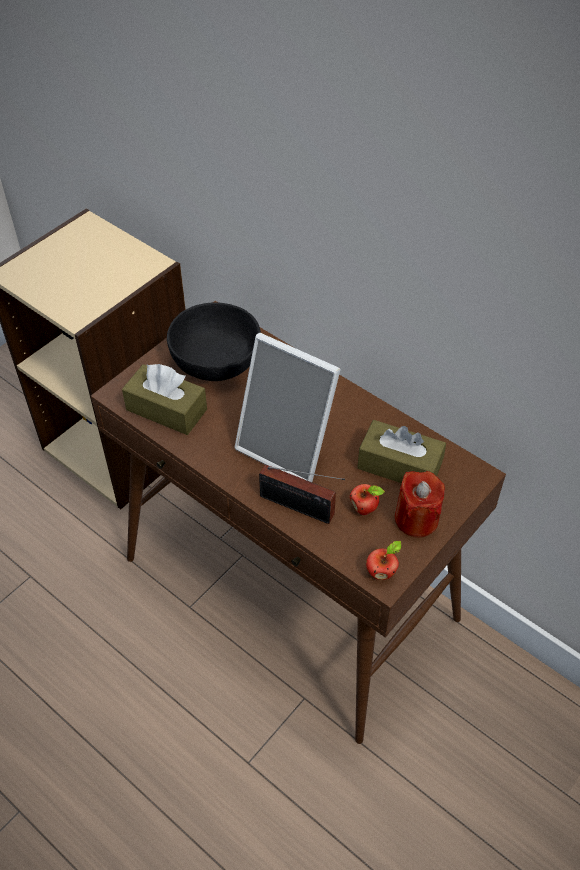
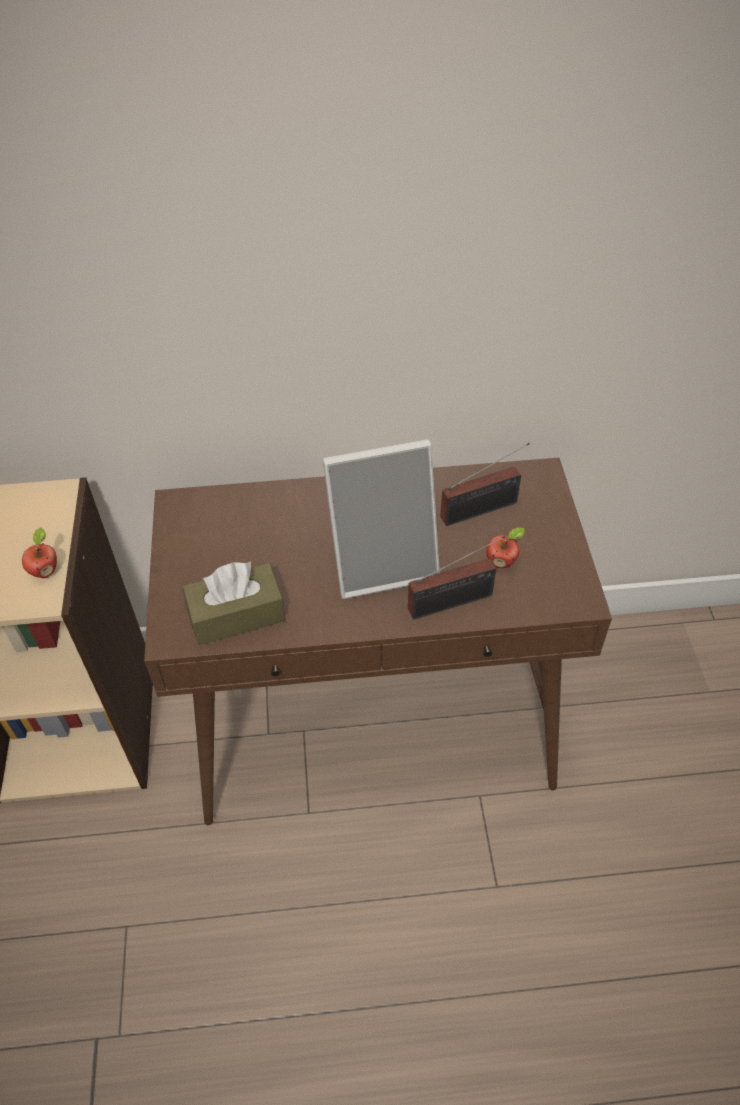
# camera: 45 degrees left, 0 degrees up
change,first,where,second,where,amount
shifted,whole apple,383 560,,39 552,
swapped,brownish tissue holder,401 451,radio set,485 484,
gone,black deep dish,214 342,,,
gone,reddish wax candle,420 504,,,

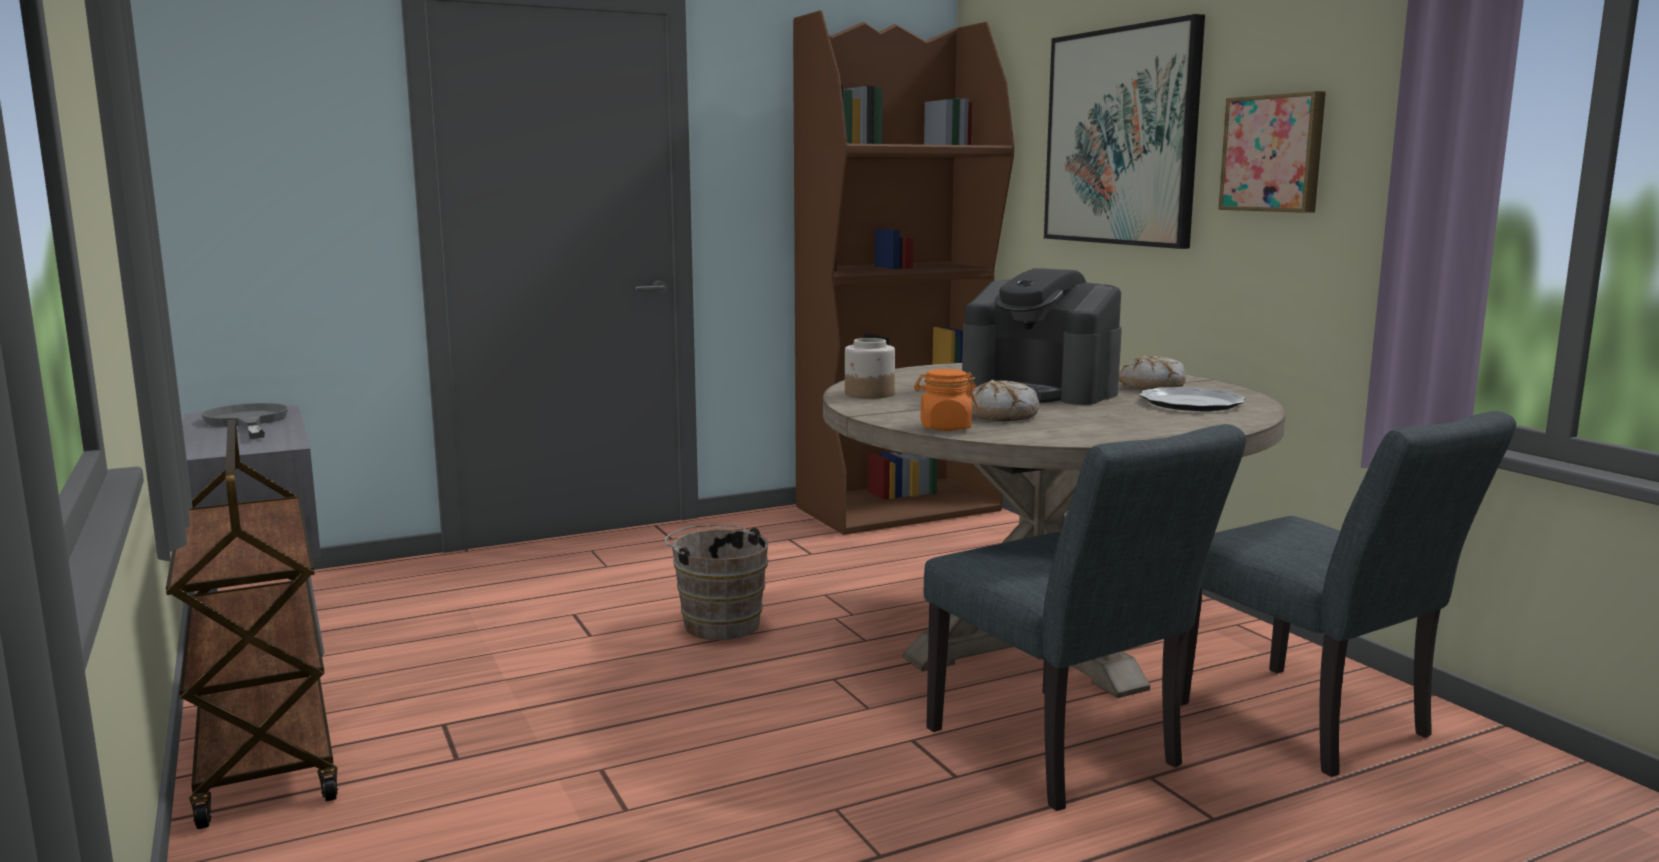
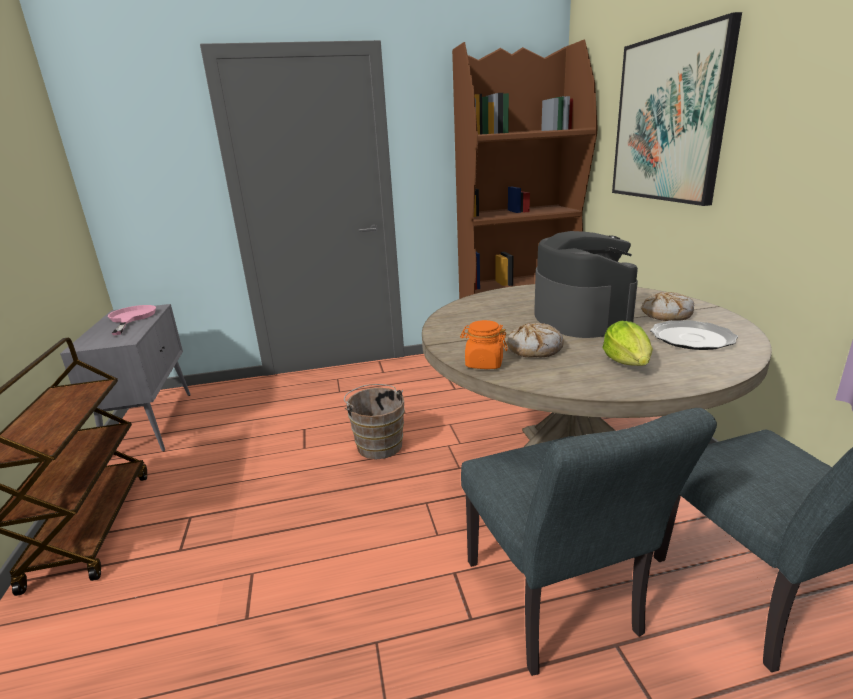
# camera: 15 degrees right, 10 degrees up
change,first,where,second,where,amount
repainted,greyish frying pan,245 421,pink frying pan,132 320,
rotated,coffee machine,1042 336,,586 284,150 degrees counterclockwise
new,,,head of lettuce,627 343,
gone,preserve jar,870 368,,,
gone,picture,1272 152,,,

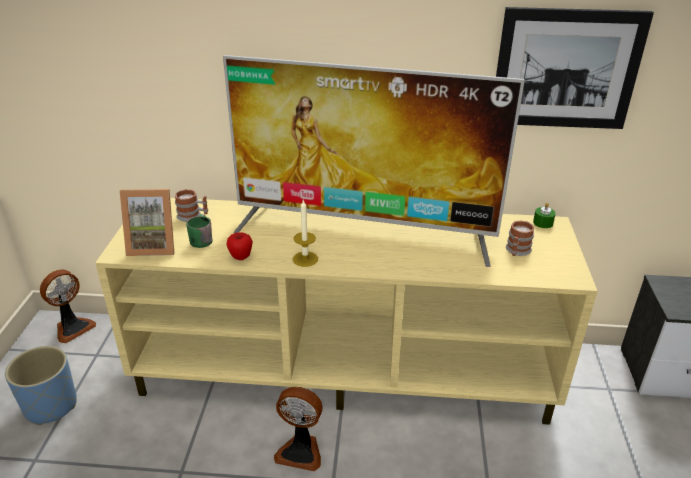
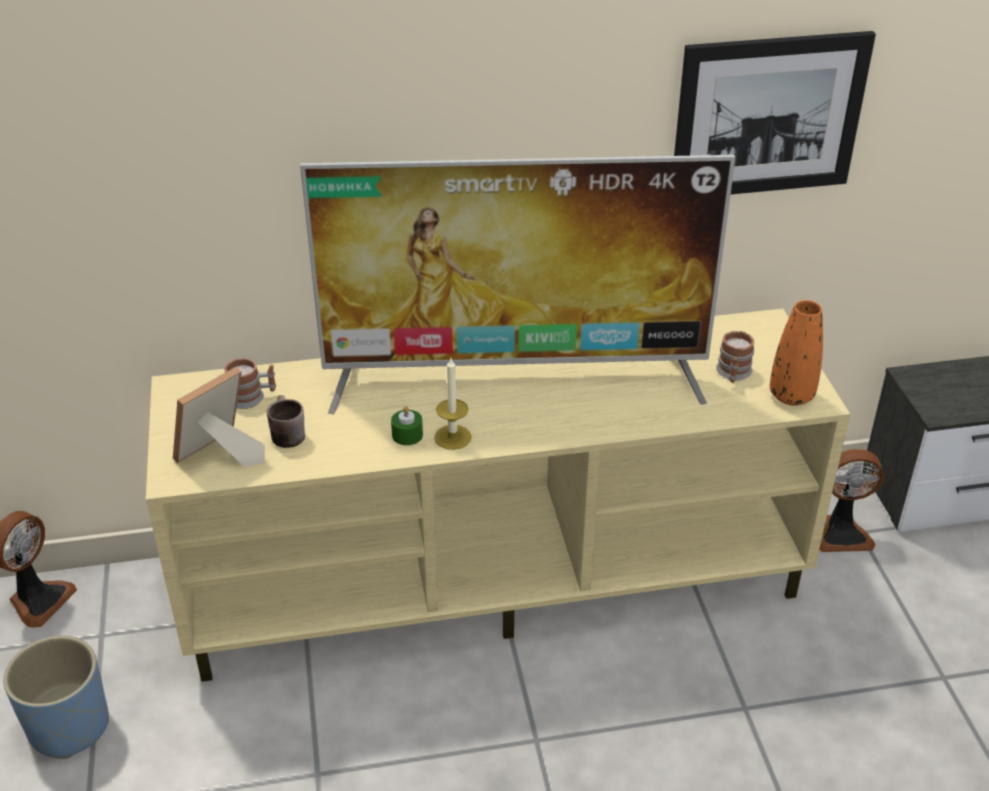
# camera: 15 degrees left, 5 degrees up
change,first,where,second,where,amount
rotated,photo frame,147 222,,219 416,150 degrees clockwise
repainted,green tea mug,199 231,brownish tea mug,286 421,
shifted,green wax candle,544 215,,407 425,
new,,,orange-coloured flower vase,796 353,
shifted,fan,298 429,,851 500,
gone,whole apple,239 246,,,

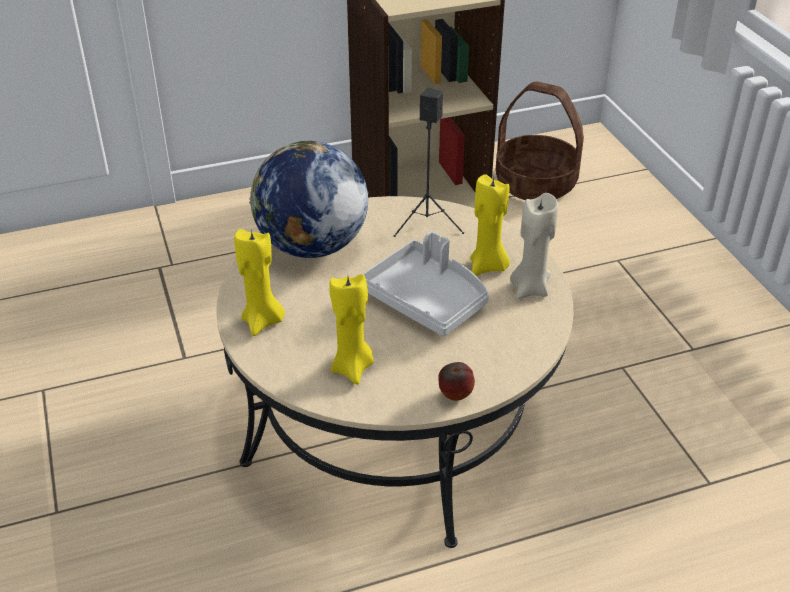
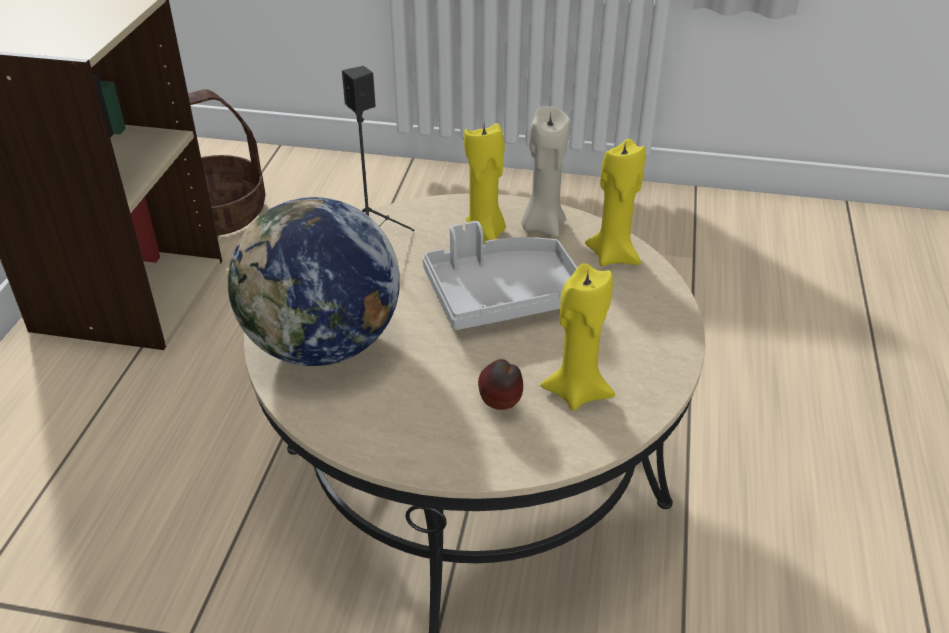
# camera: 60 degrees left, 0 degrees up
change,first,where,second,where,amount
shifted,whole apple,456 381,,500 384,
shifted,yellow-coloured wax candle,259 282,,615 202,

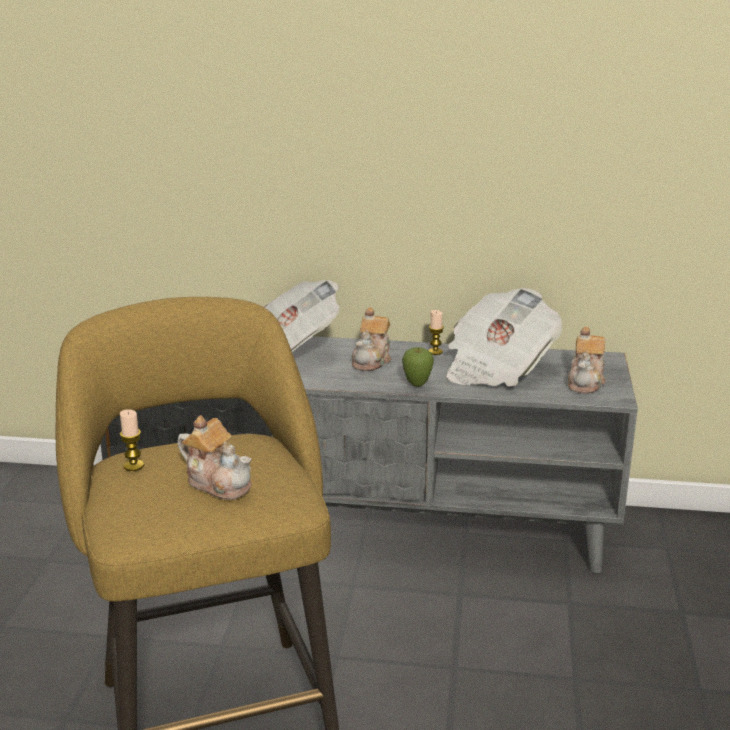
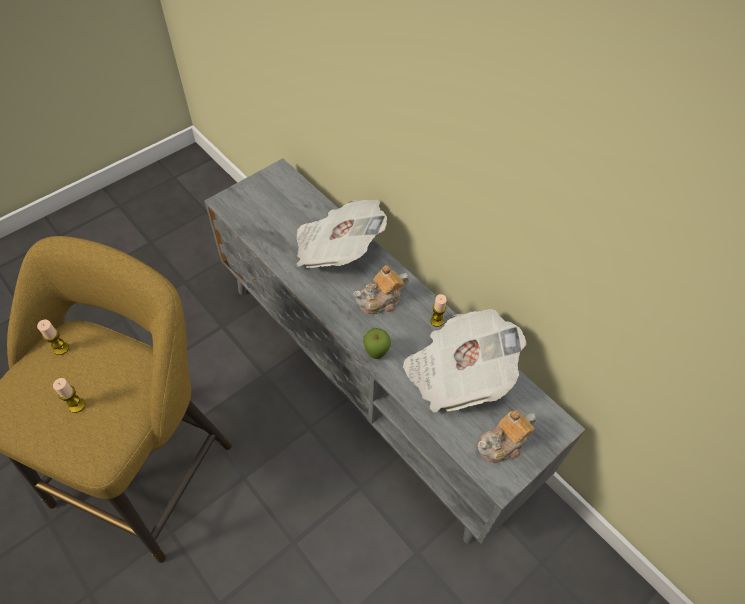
# camera: 40 degrees right, 30 degrees up
change,first,where,second,where,amount
swapped,pot for tea,214 457,wax candle,69 395,

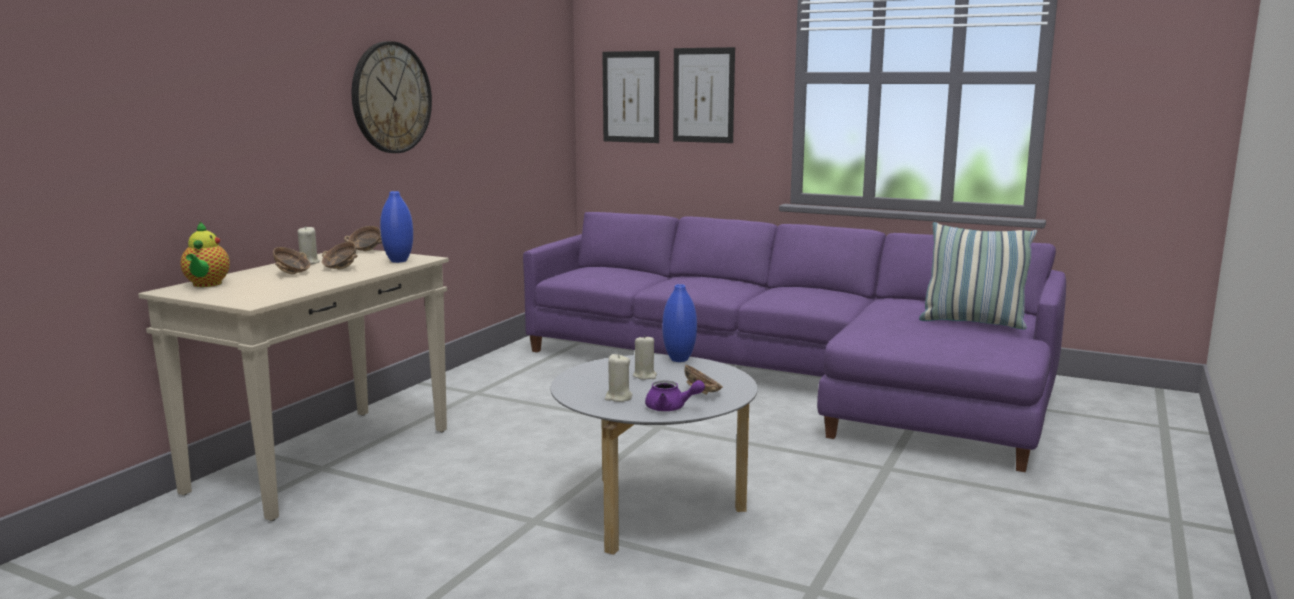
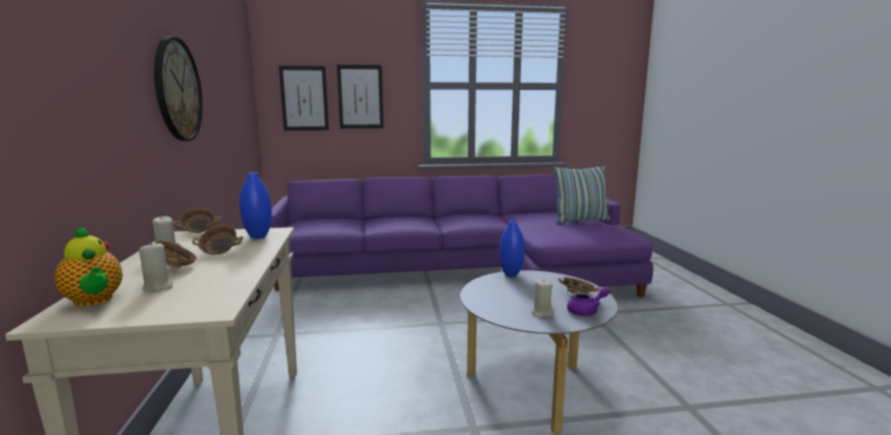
# camera: 35 degrees left, 0 degrees up
change,first,where,second,where,amount
shifted,beige wax candle,645 357,,156 267,

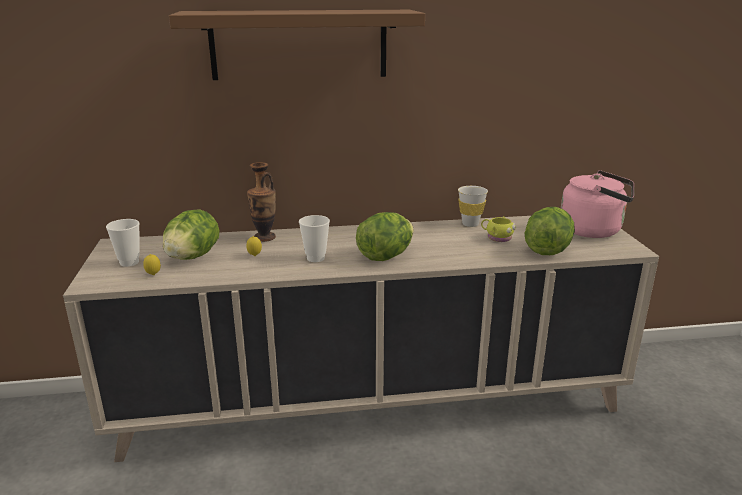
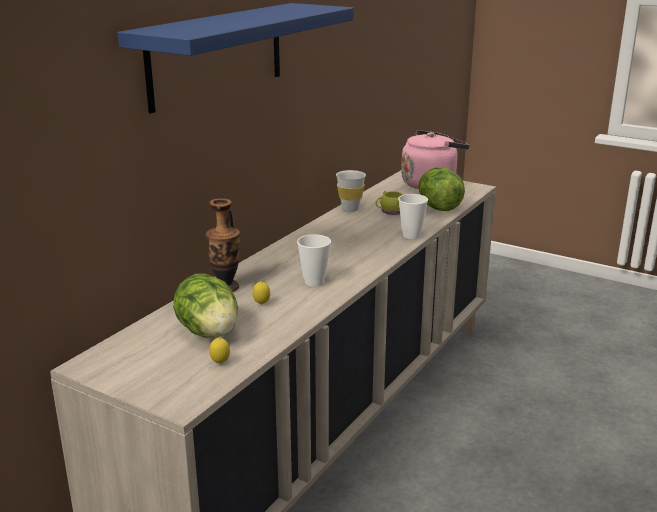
# camera: 50 degrees left, 0 degrees up
change,first,where,second,where,amount
repainted,brownish bracket shelf,297 45,bluish bracket shelf,235 58,
shifted,cup,123 243,,413 216,
gone,head of lettuce,385 236,,,

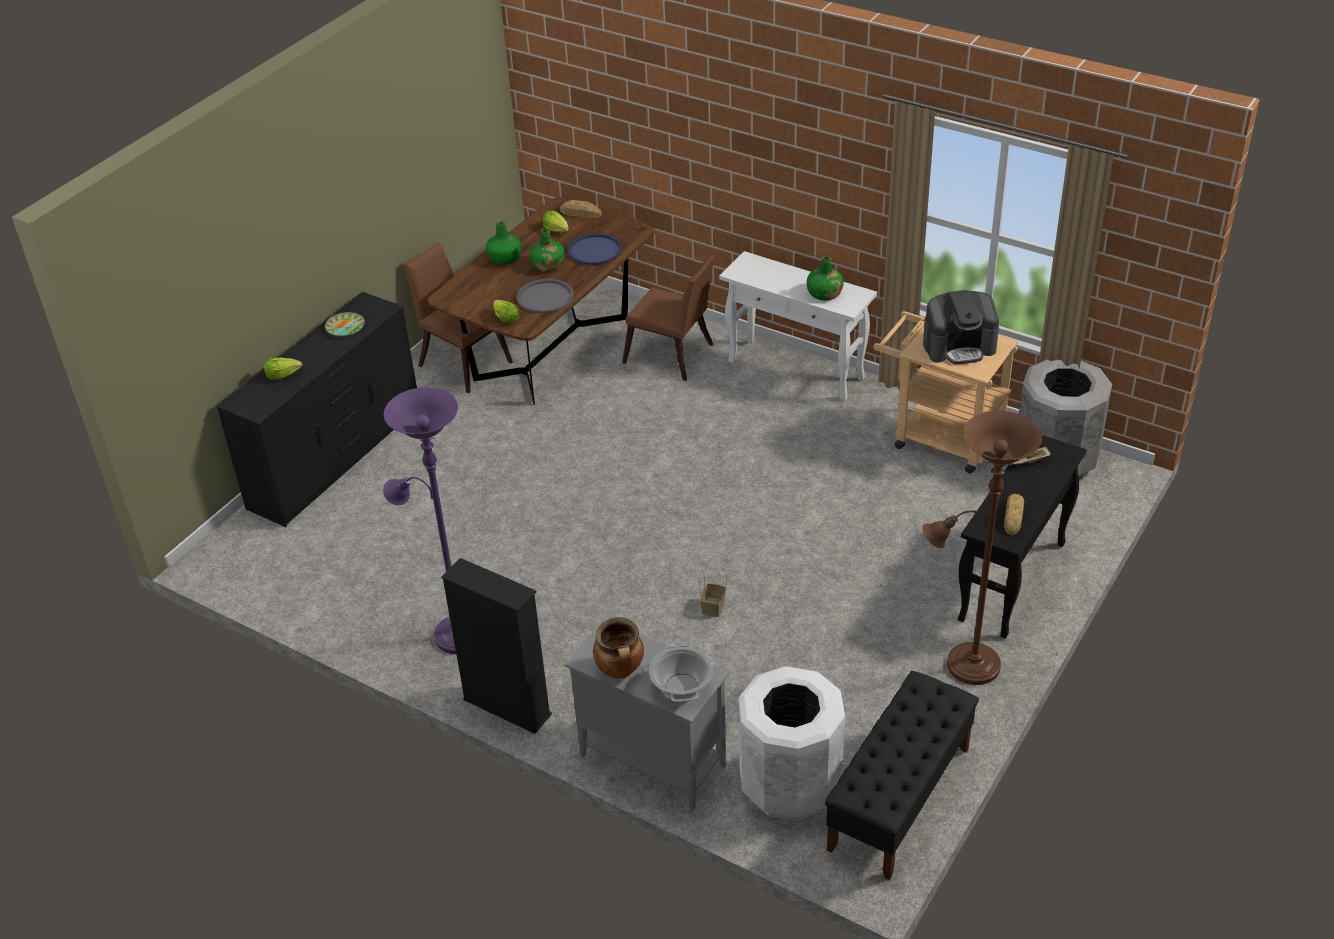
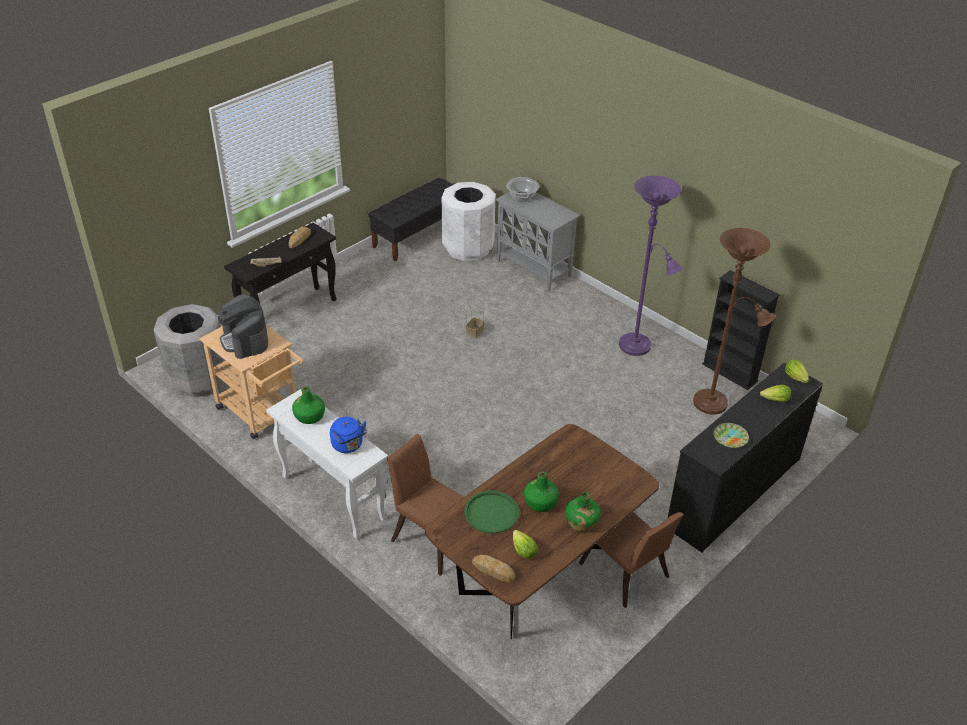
# camera: 170 degrees left, 0 degrees up
change,first,where,second,where,amount
rotated,coffee machine,961 327,,243 326,120 degrees counterclockwise
new,,,bluish water kettle,348 435,
repainted,bluish tray,594 249,green tray,491 512,
shifted,brownish floor lamp,982 548,,734 321,
shifted,black bookshelf,496 646,,741 330,
shifted,head of lettuce,506 312,,797 371,
gone,greyish tray,545 296,,,
gone,cooking pot,618 648,,,

